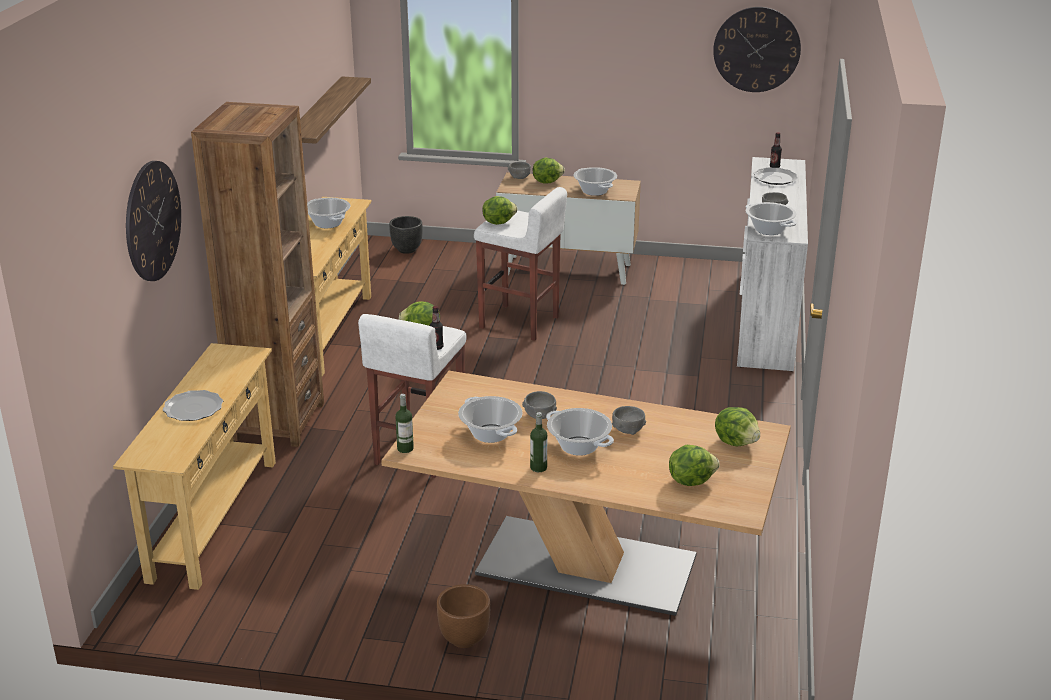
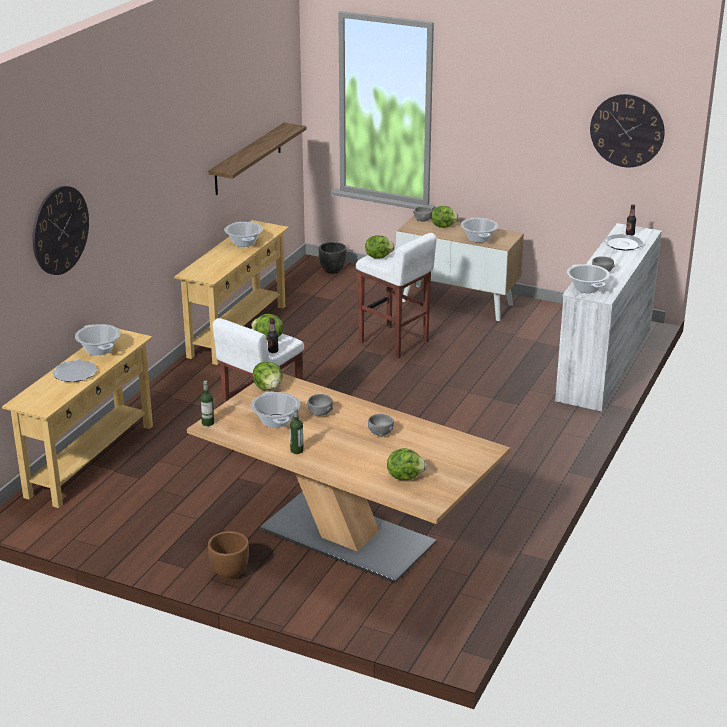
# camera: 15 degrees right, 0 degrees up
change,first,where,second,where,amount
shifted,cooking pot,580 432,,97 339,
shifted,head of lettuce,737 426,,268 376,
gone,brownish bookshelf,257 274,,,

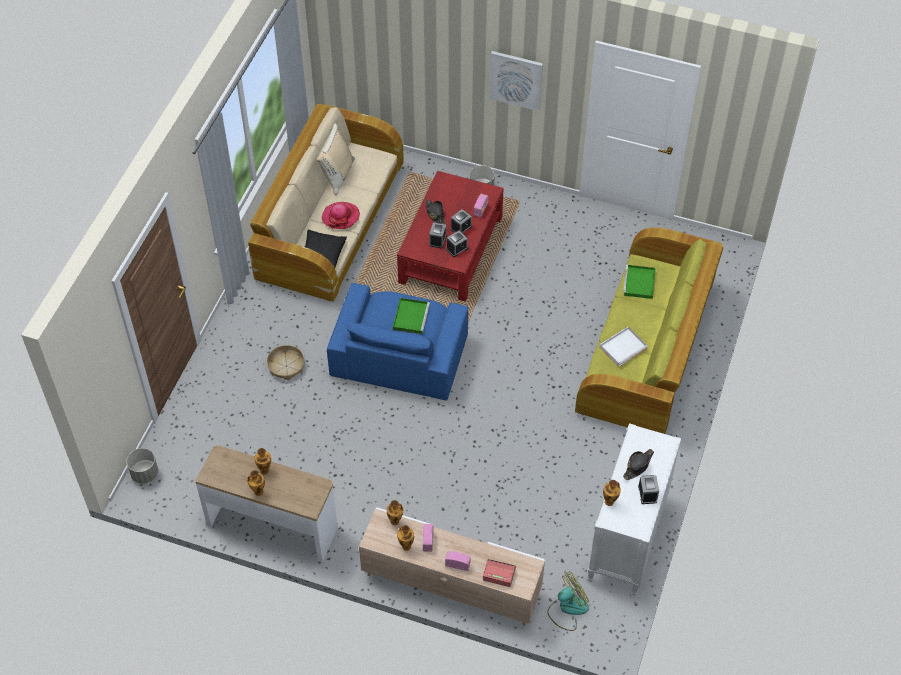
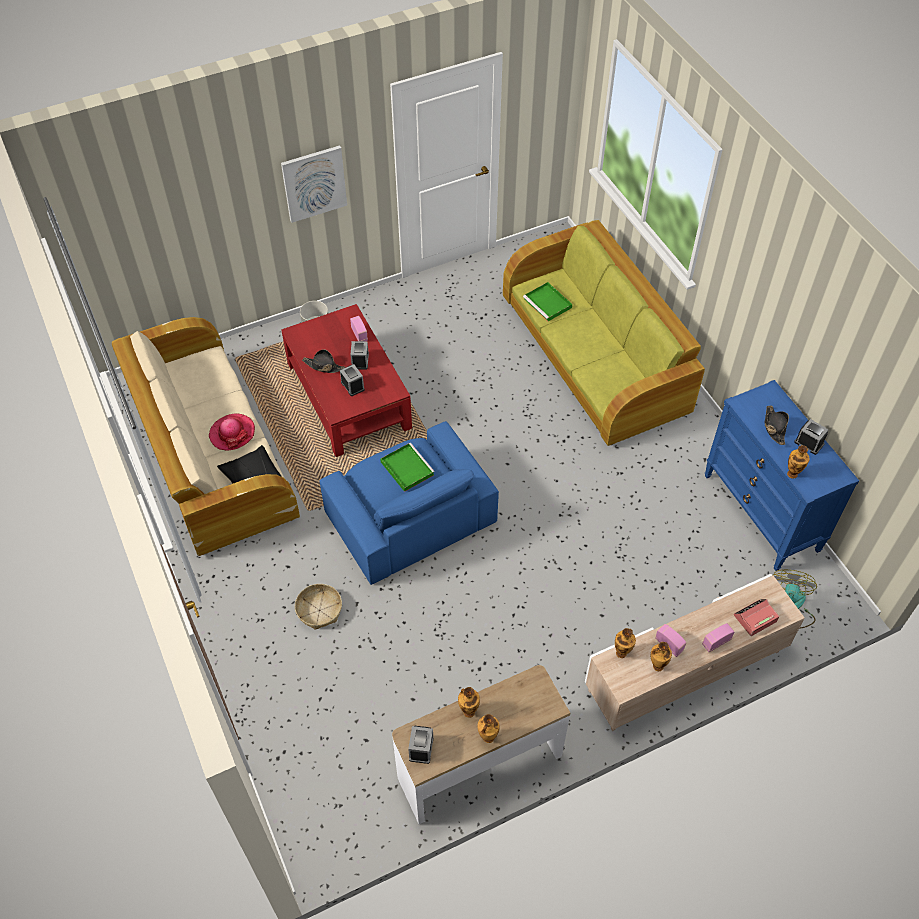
# camera: 45 degrees left, 0 degrees up
change,first,where,second,where,amount
shifted,table clock,457 243,,421 745,
repainted,white chest of drawers,634 509,bluish chest of drawers,782 475,
gone,greyish plant pot,142 465,,,
gone,beige pillow,336 159,,,
gone,white tray,624 346,,,

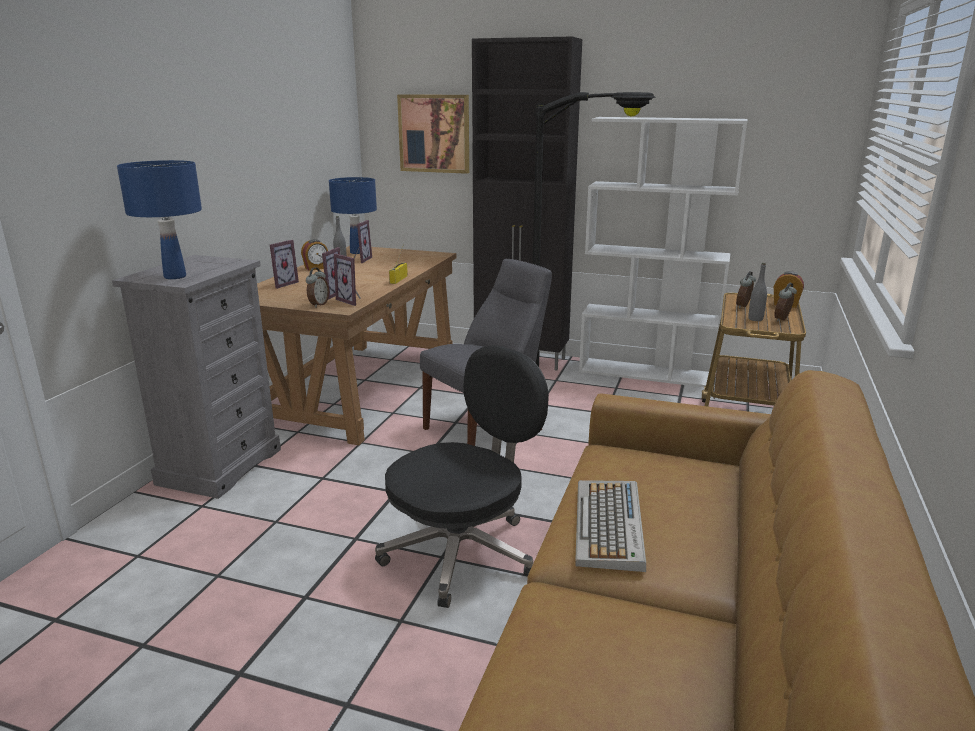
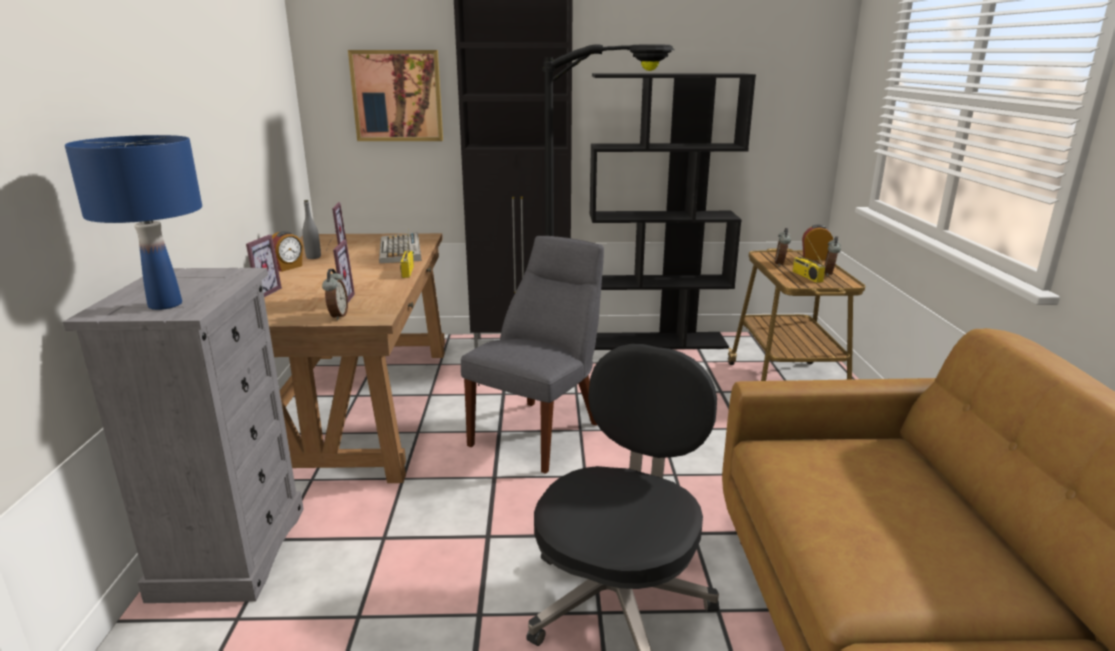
# camera: 20 degrees left, 0 degrees up
change,first,where,second,where,amount
shifted,keyboard,610 526,,400 247,
repainted,white bookshelf,663 252,black bookshelf,673 211,
swapped,greyish beverage bottle,757 292,radio set,809 260,
gone,bluish table lamp,353 215,,,
gone,photo frame,347 279,,,

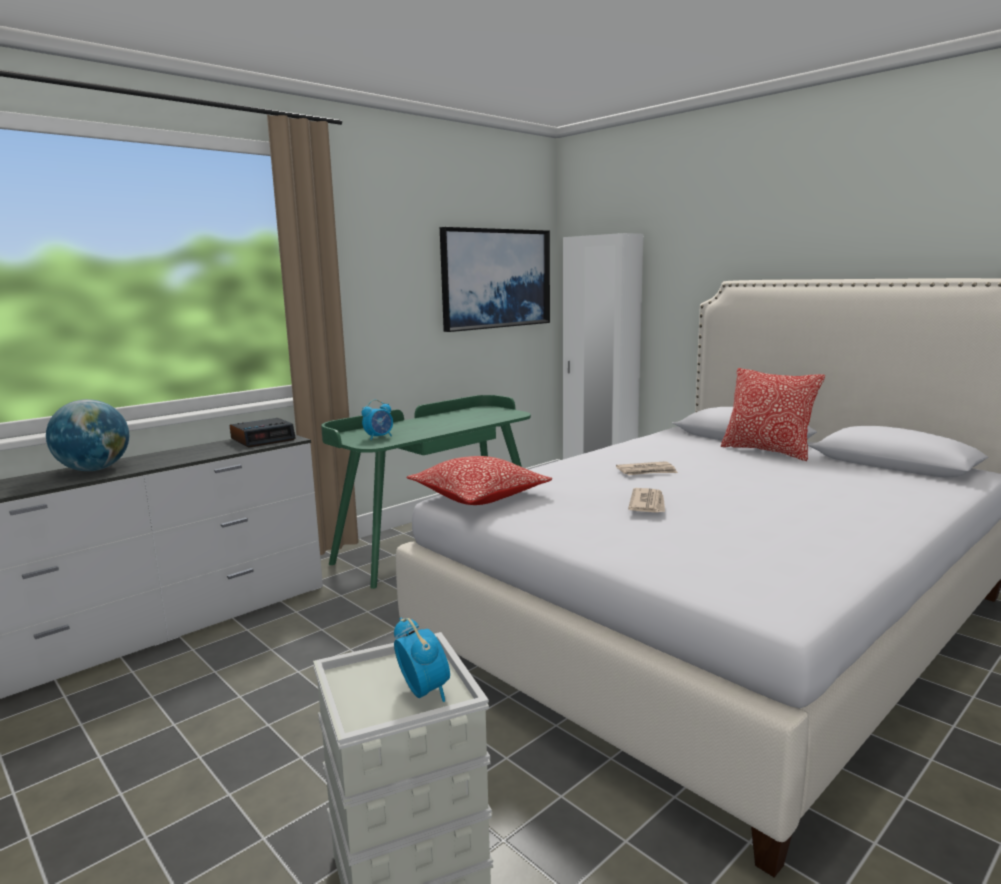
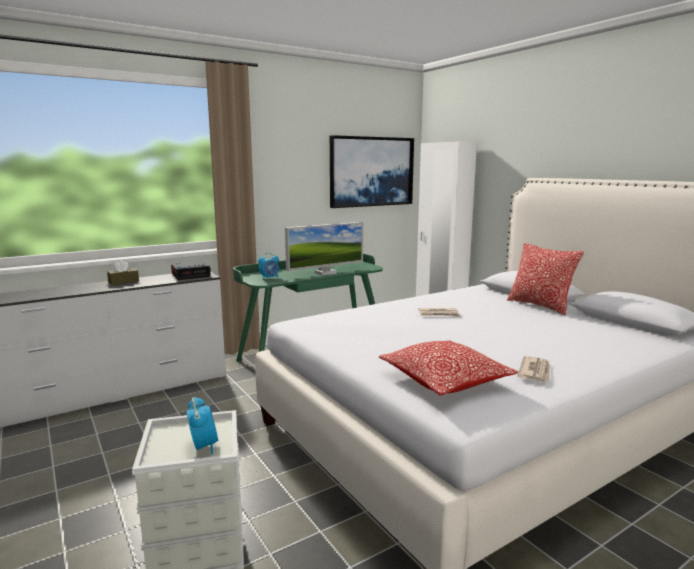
# camera: 10 degrees right, 0 degrees up
change,first,where,second,where,amount
new,,,brownish tissue holder,123 272,
new,,,computer display,324 249,
shifted,pillow,479 480,,448 367,
shifted,printed paper,646 500,,533 369,
gone,desk globe,87 435,,,

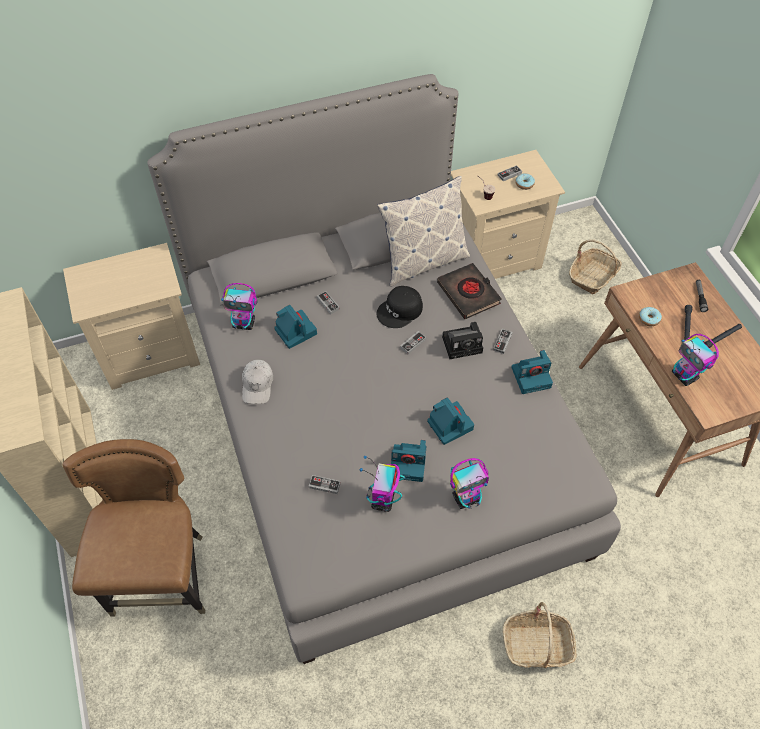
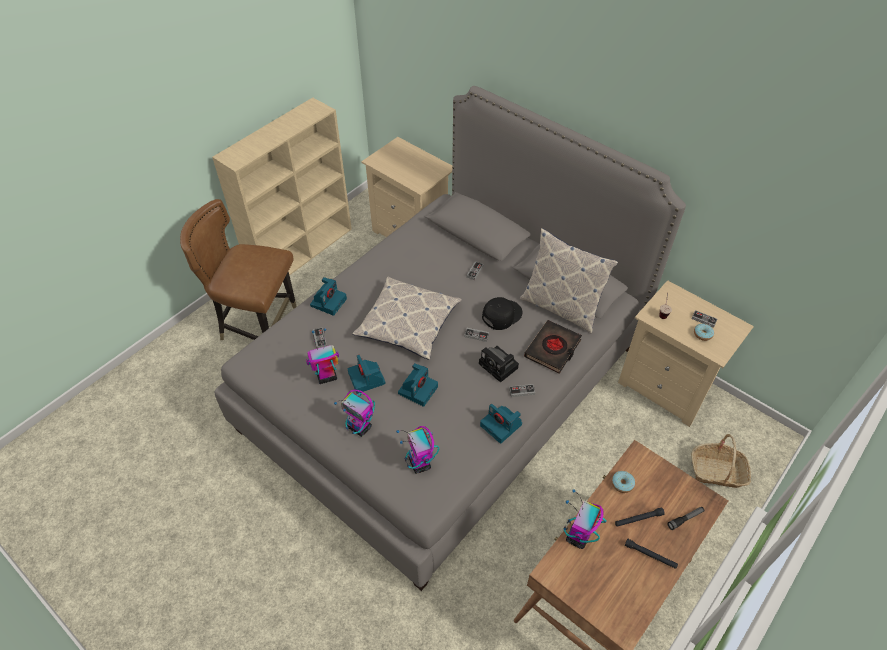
# camera: 60 degrees right, 5 degrees down
change,first,where,second,where,amount
rotated,brownish chair,134 528,,238 269,135 degrees counterclockwise
shifted,still camera,295 327,,328 296,
new,,,pillow,407 318,
shifted,toy robot,239 306,,417 450,
rotated,black peaked cap,399 307,,502 313,120 degrees clockwise
gone,white peaked cap,257 382,,,
gone,household basket,540 635,,,

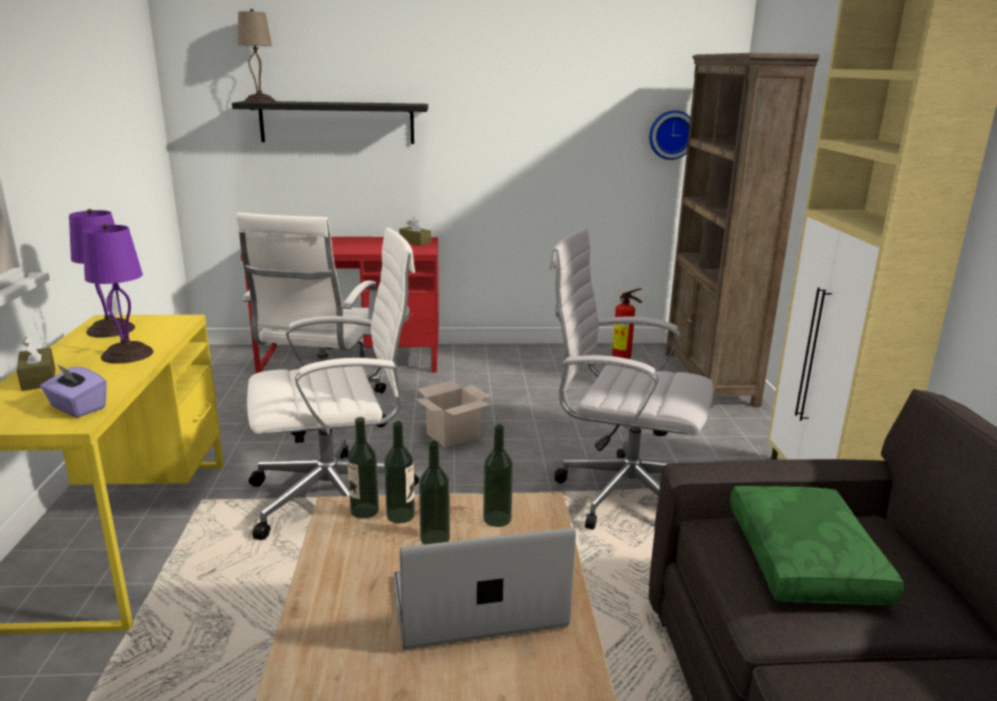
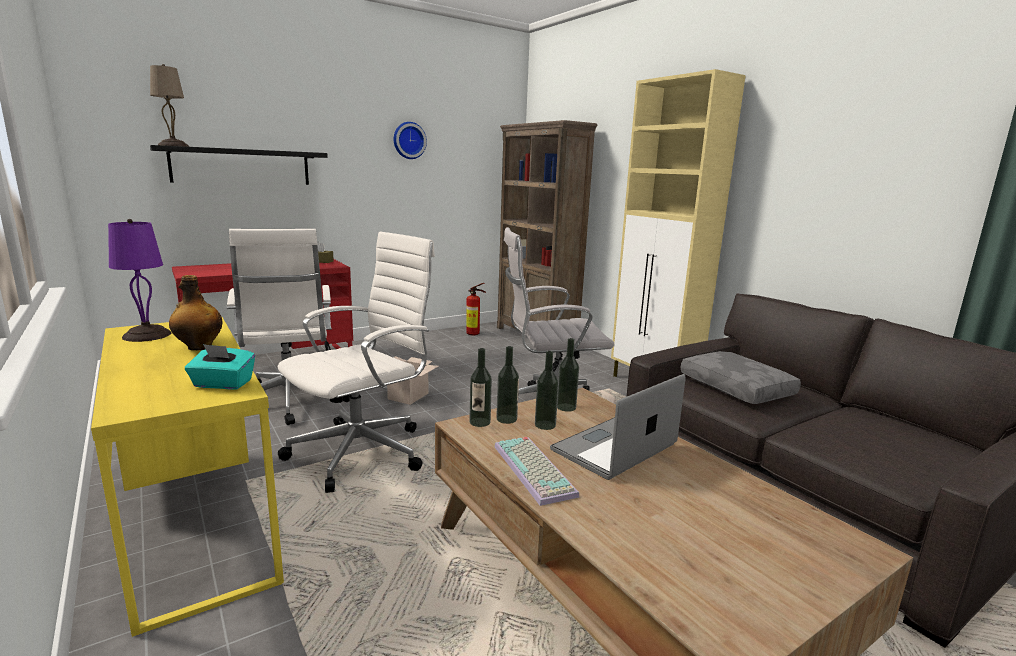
# camera: 30 degrees left, 5 degrees down
change,first,where,second,where,amount
swapped,purple table lamp,118 294,beverage bottle,196 312,
repainted,purple tissue holder,73 390,turquoise tissue holder,220 367,
shifted,wall clock,669 135,,410 140,
new,,,keyboard,537 471,
repainted,green pillow,817 545,greyish pillow,741 377,
gone,brownish tissue holder,36 364,,,

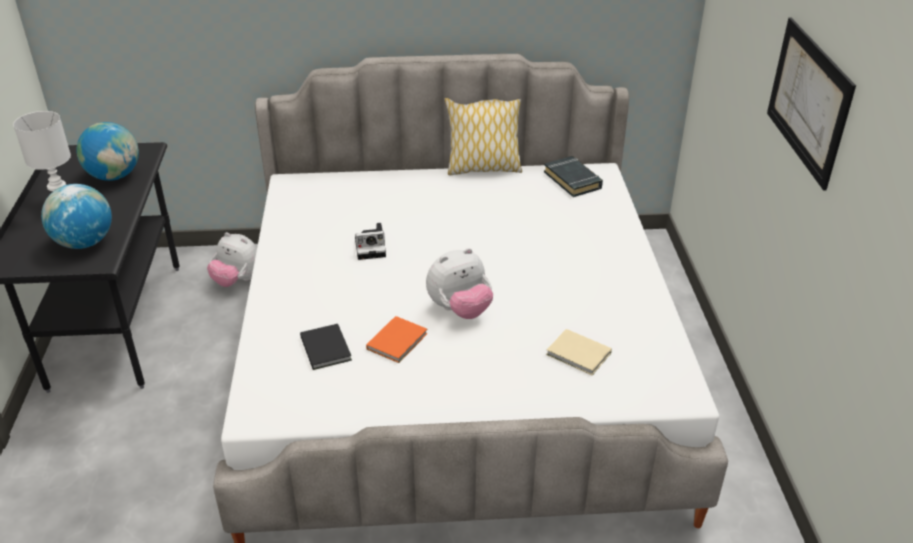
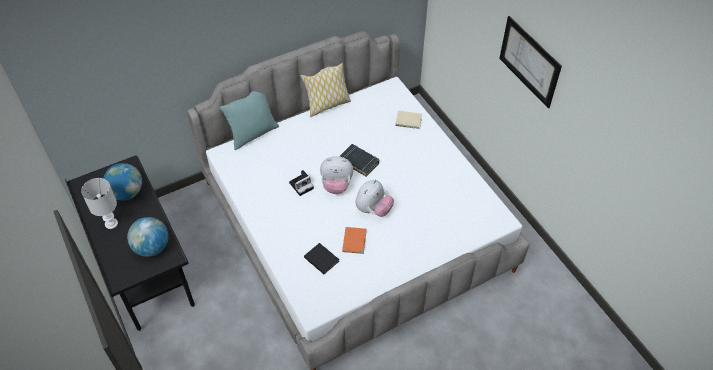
# camera: 25 degrees left, 15 degrees up
change,first,where,second,where,amount
new,,,turquoise pillow,249 120,
shifted,soft toy,232 259,,336 175,
shifted,black book,573 176,,359 160,
shifted,beige book,579 352,,408 119,

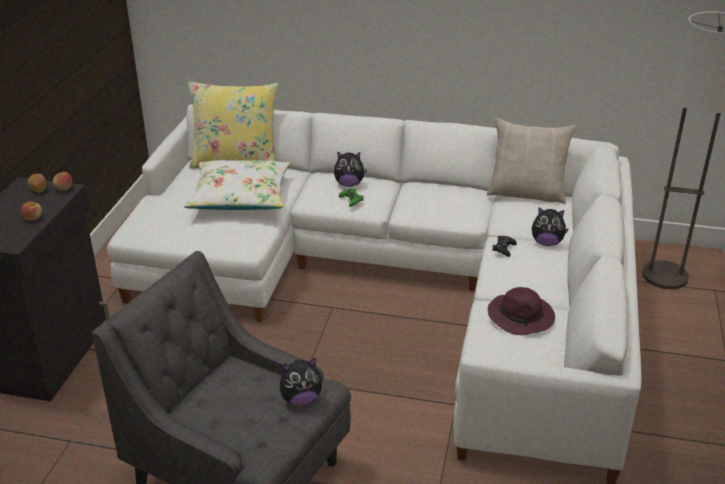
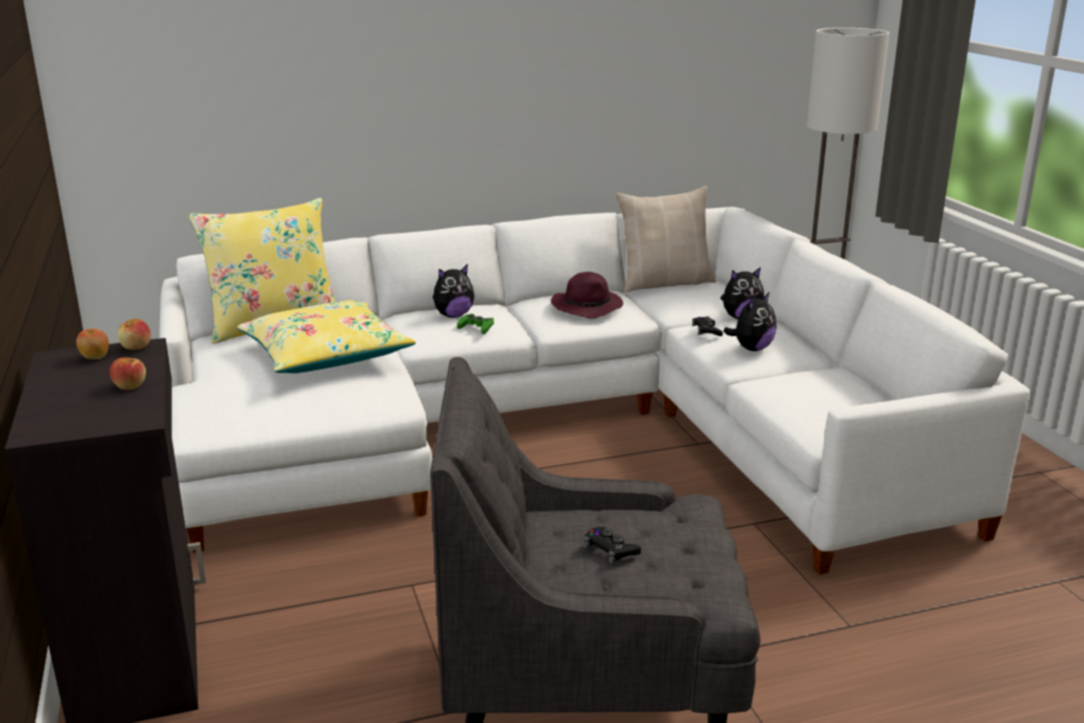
# camera: 30 degrees left, 10 degrees down
change,first,where,second,where,amount
repainted,white pillow,237 185,yellow-coloured pillow,326 336,
shifted,purple clothing hat,521 311,,587 295,
new,,,black joypad,612 545,
shifted,soft toy,301 382,,749 322,

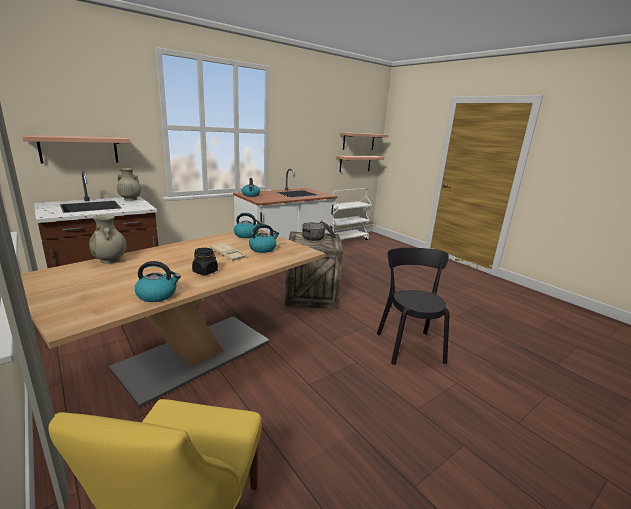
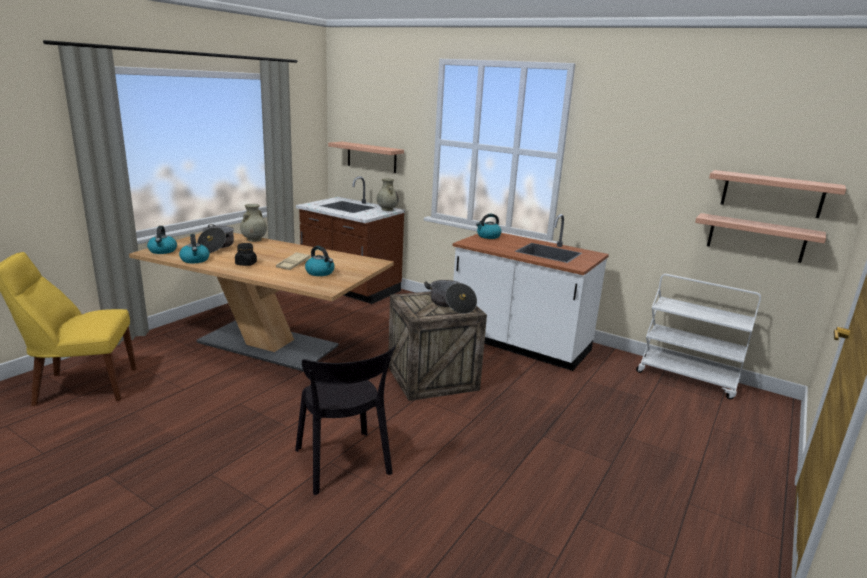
# camera: 70 degrees right, 0 degrees up
change,first,where,second,where,amount
shifted,water kettle,248 225,,162 240,
new,,,cooking pot,215 238,
rotated,black chair,413 306,,345 419,90 degrees clockwise

